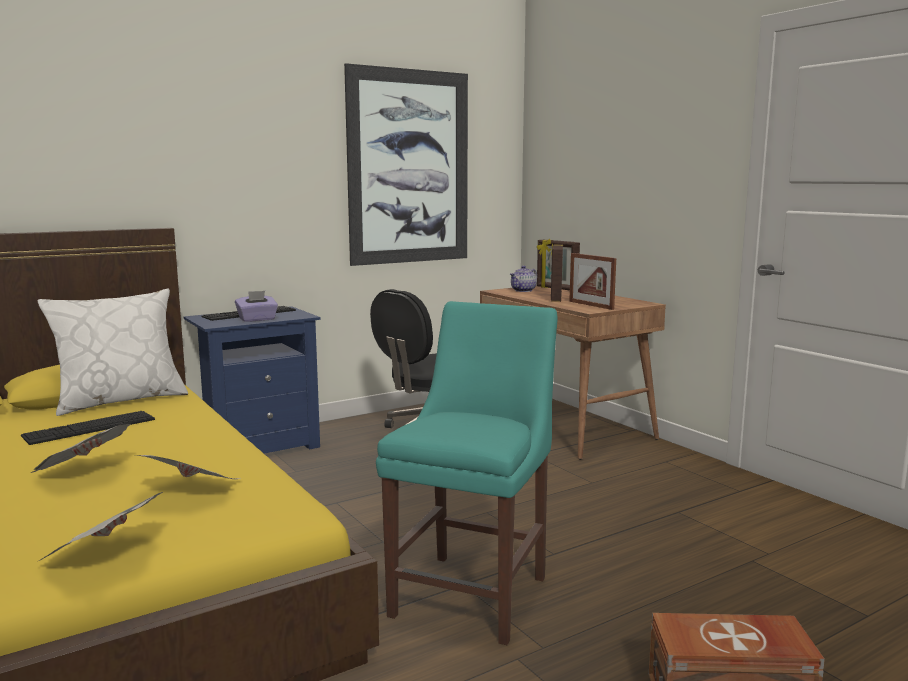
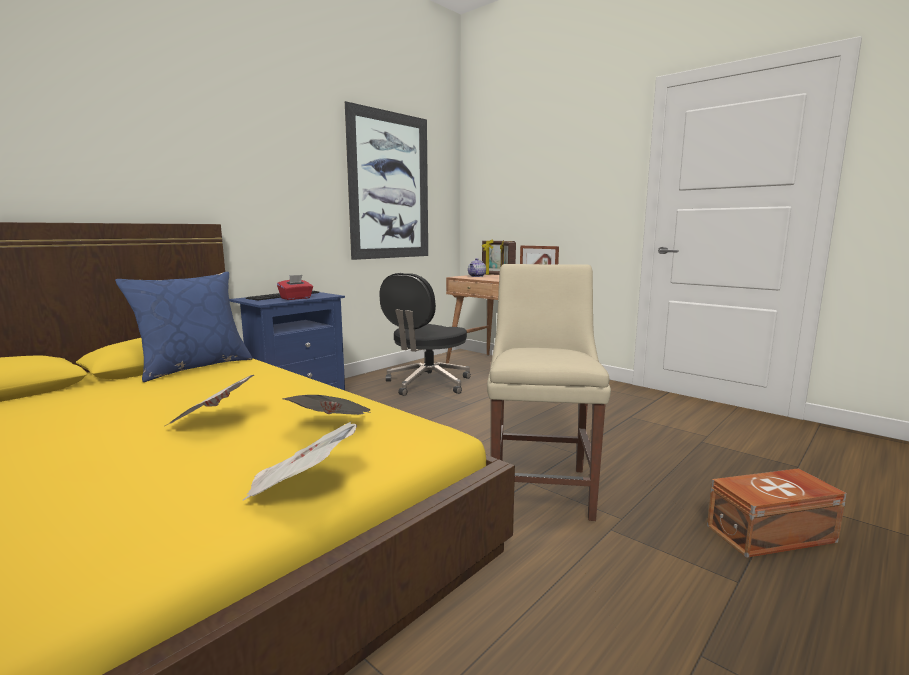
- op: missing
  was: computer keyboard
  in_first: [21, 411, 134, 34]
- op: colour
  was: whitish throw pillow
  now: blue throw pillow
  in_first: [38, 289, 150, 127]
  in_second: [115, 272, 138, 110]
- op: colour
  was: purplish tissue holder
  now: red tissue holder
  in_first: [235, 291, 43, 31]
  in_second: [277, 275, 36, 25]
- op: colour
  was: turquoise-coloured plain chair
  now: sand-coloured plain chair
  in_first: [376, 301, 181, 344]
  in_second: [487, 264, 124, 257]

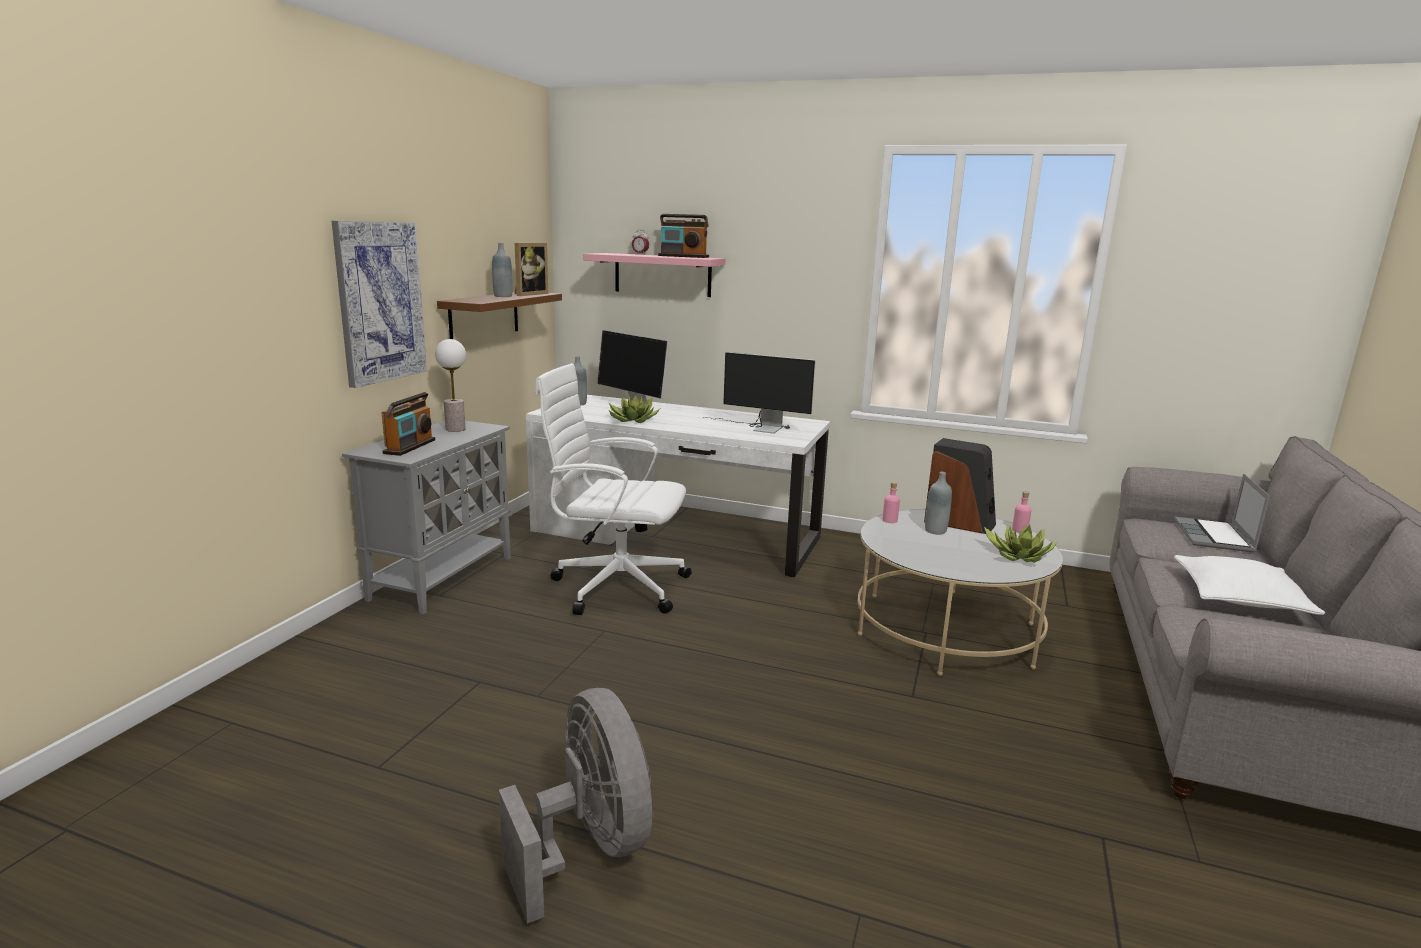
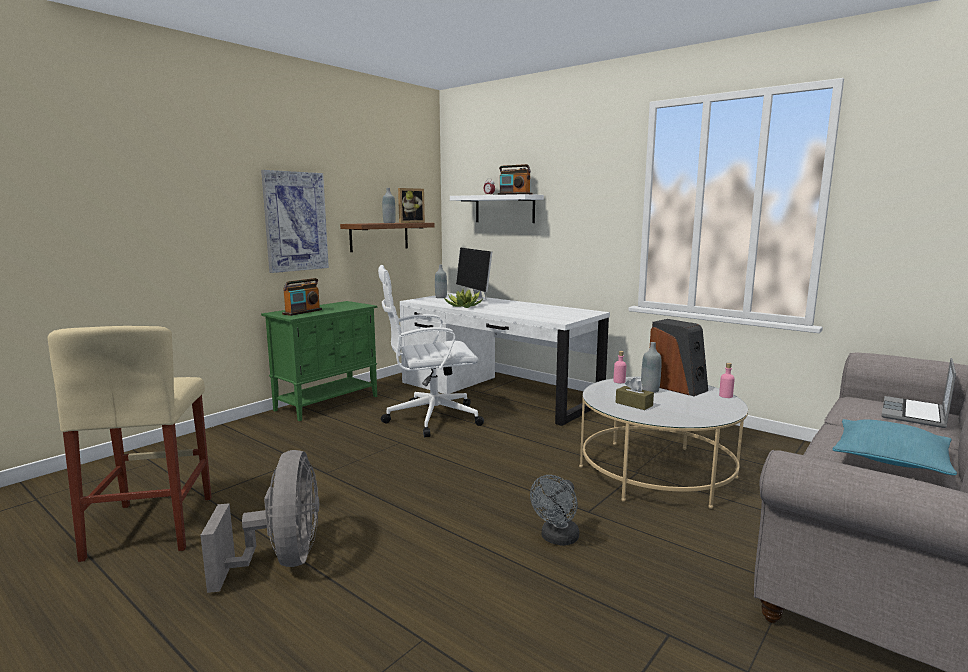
- op: colour
  was: greyish cabinet
  now: green-coloured cabinet
  in_first: [342, 420, 169, 195]
  in_second: [261, 301, 116, 120]
- op: missing
  was: tabletop lamp
  in_first: [435, 339, 31, 93]
- op: spun
  was: whitish computer chair
  in_first: [535, 363, 157, 252]
  in_second: [378, 265, 106, 173]
  clockwise: -45
- op: colour
  was: pink shelf
  now: whitish shelf
  in_first: [583, 253, 143, 44]
  in_second: [450, 194, 94, 29]
- op: missing
  was: monitor
  in_first: [703, 352, 113, 82]
- op: missing
  was: plant in a pot
  in_first: [984, 525, 73, 38]
- op: colour
  was: whitish throw pillow
  now: turquoise-coloured throw pillow
  in_first: [1174, 555, 151, 60]
  in_second: [833, 419, 124, 56]
- op: appeared
  now: sand-coloured stool seat
  in_second: [48, 326, 163, 236]
- op: appeared
  now: greyish electric fan
  in_second: [530, 475, 49, 71]
- op: appeared
  now: brownish tissue holder
  in_second: [616, 378, 38, 32]

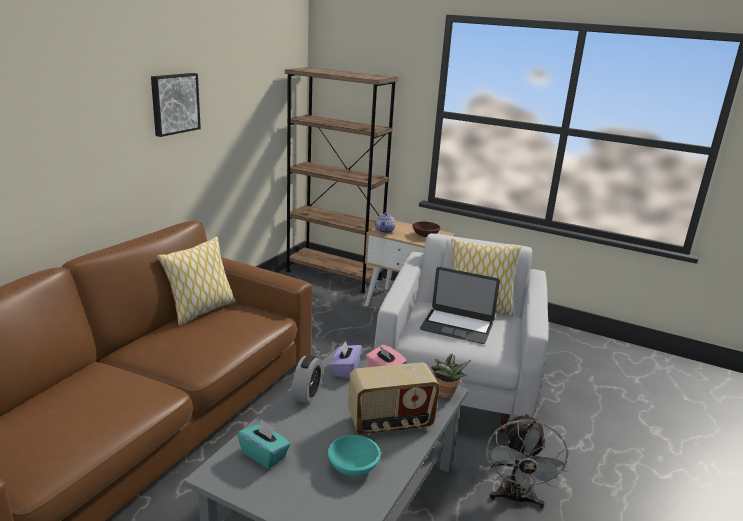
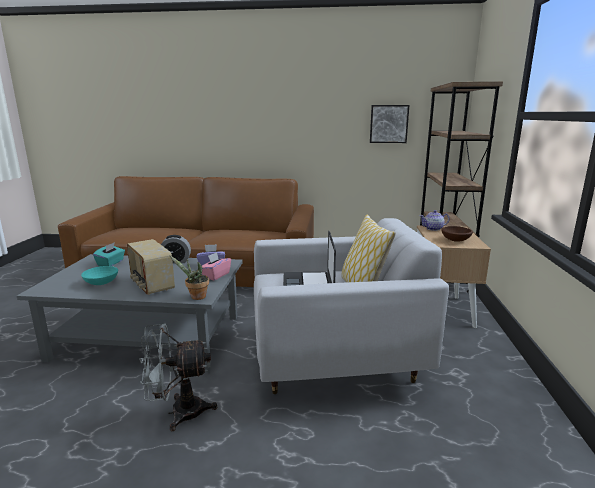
- op: relocated
  was: picture
  in_first: [151, 73, 50, 64]
  in_second: [370, 105, 39, 38]
- op: missing
  was: throw pillow
  in_first: [157, 236, 79, 90]

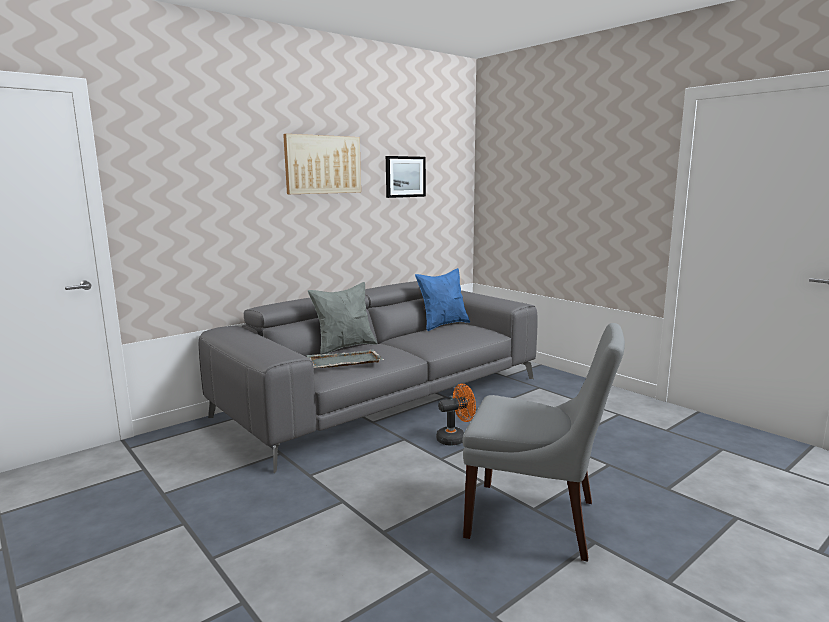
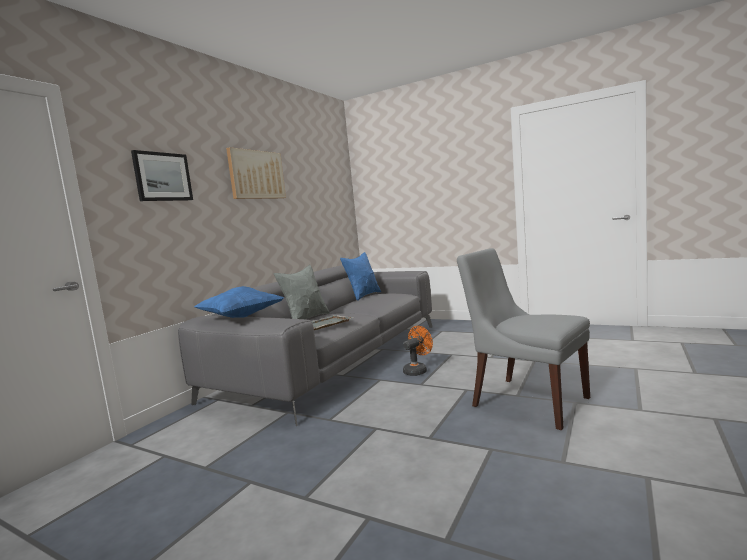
- op: relocated
  was: picture
  in_first: [386, 156, 40, 42]
  in_second: [131, 150, 62, 51]
- op: spun
  was: greyish plain chair
  in_first: [463, 323, 162, 239]
  in_second: [457, 248, 133, 182]
  clockwise: -135
- op: appeared
  now: blue throw pillow
  in_second: [194, 286, 90, 32]

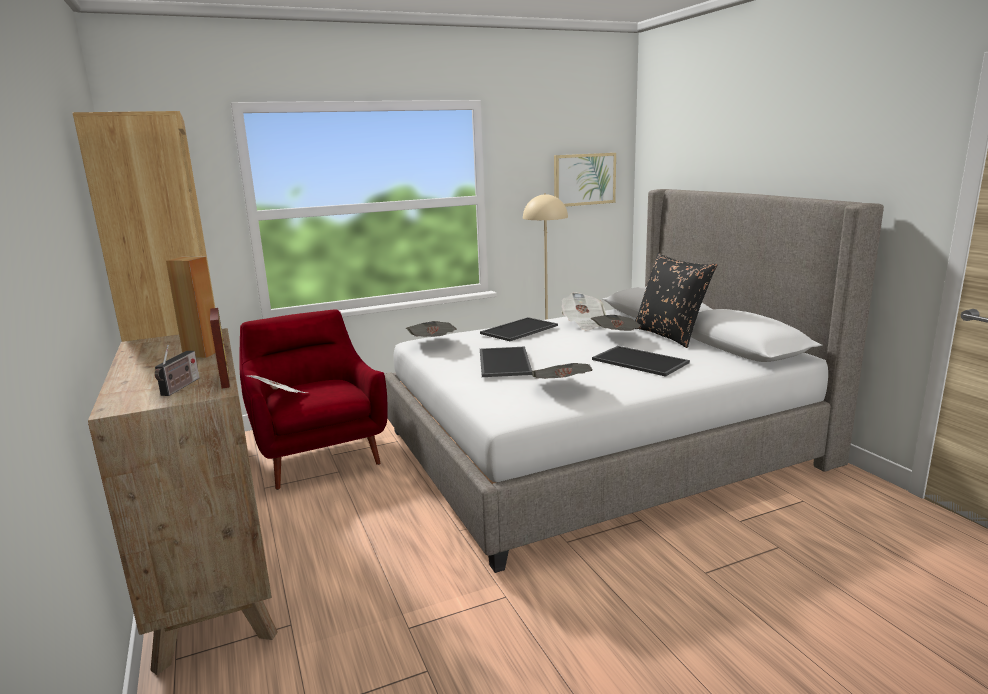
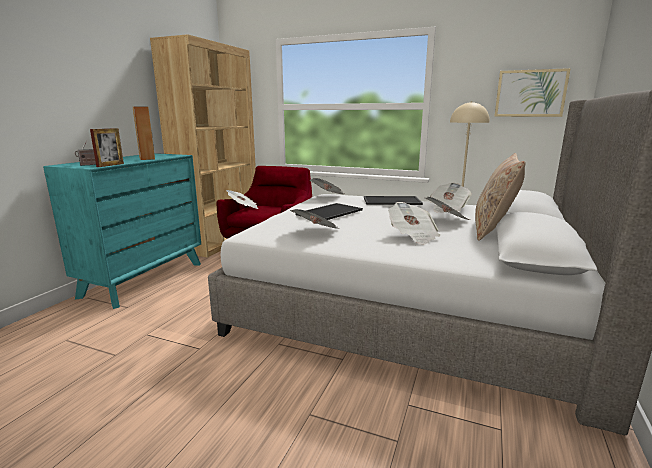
- op: colour
  was: brownish dresser
  now: turquoise-coloured dresser
  in_first: [88, 328, 190, 347]
  in_second: [43, 153, 158, 156]
- op: exchanged
  was: serving tray
  now: printed paper
  in_first: [592, 346, 98, 31]
  in_second: [388, 202, 52, 43]
- op: colour
  was: black-coloured throw pillow
  now: sand-coloured throw pillow
  in_first: [634, 253, 83, 95]
  in_second: [475, 153, 51, 88]

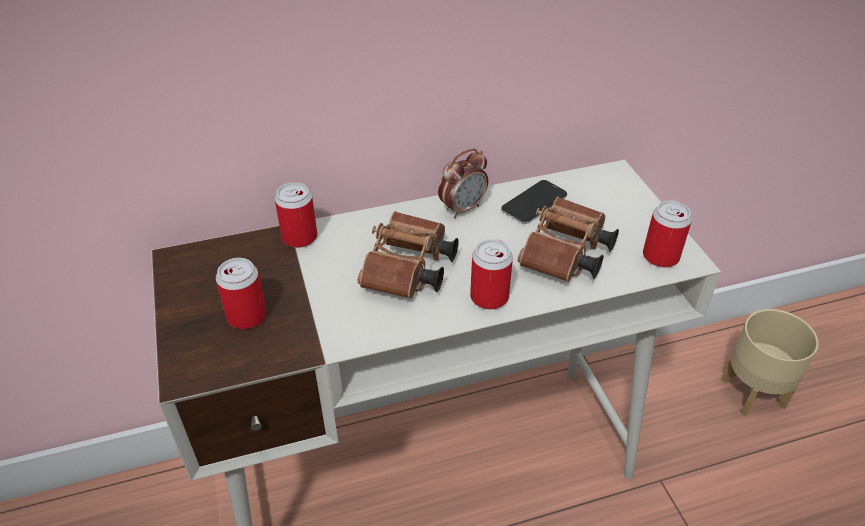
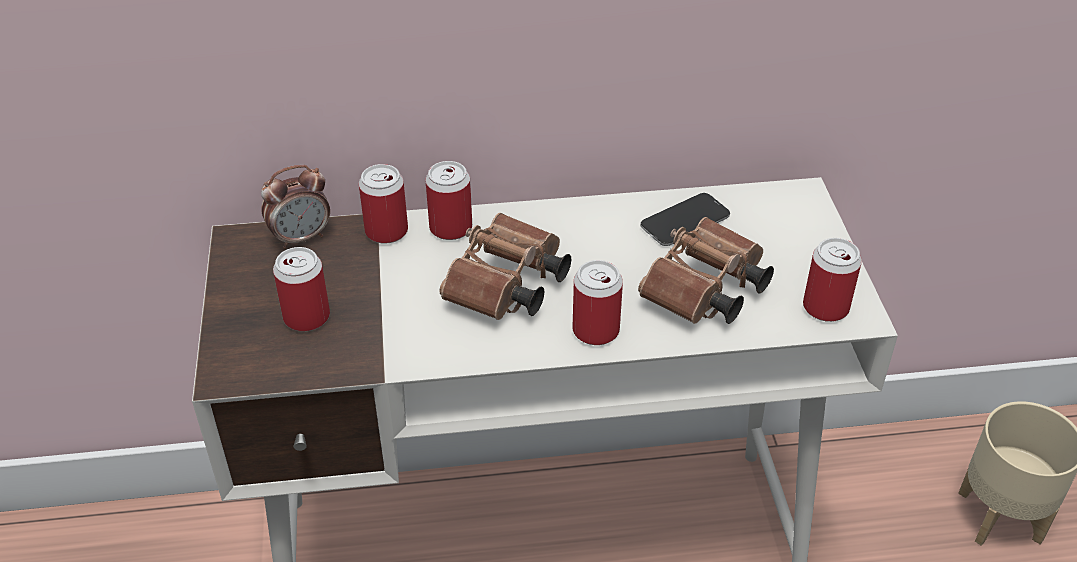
- op: relocated
  was: table clock
  in_first: [438, 148, 50, 70]
  in_second: [261, 165, 69, 84]
- op: appeared
  now: can
  in_second: [425, 161, 47, 79]

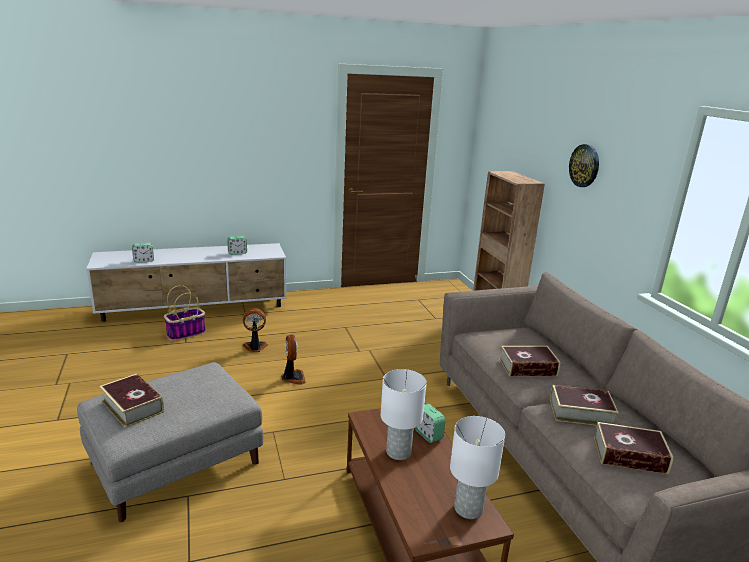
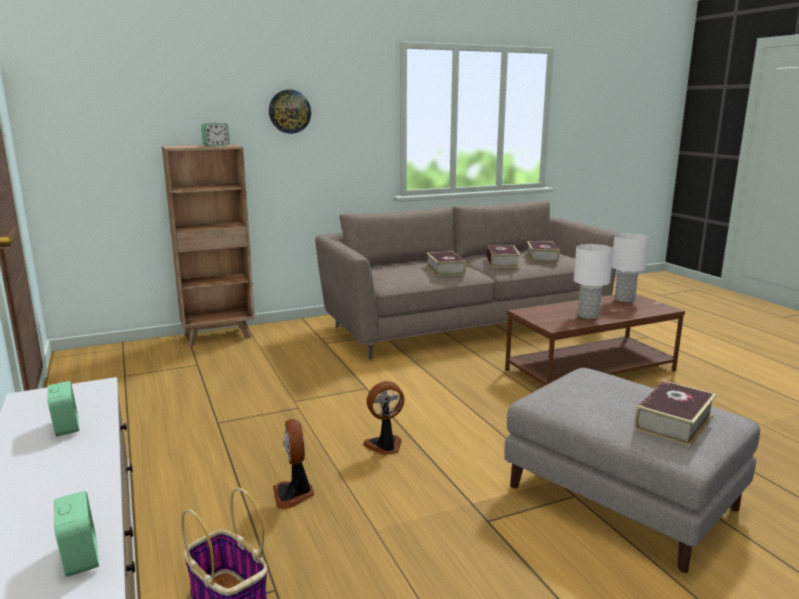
- op: relocated
  was: table clock
  in_first: [415, 404, 31, 39]
  in_second: [201, 123, 29, 23]

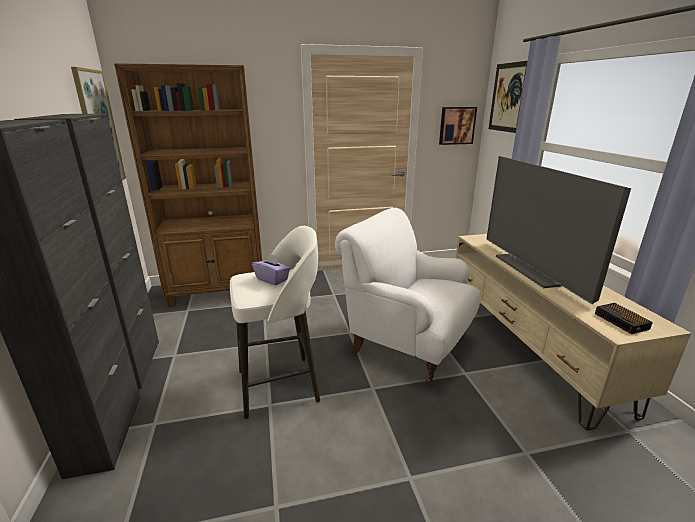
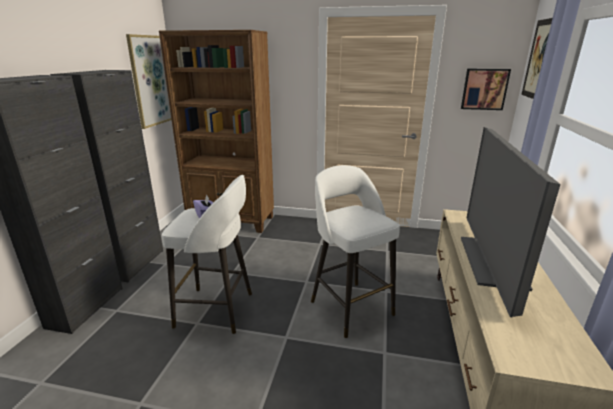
- op: exchanged
  was: whitish easy chair
  now: whitish stool seat
  in_first: [335, 208, 145, 174]
  in_second: [311, 165, 89, 173]
- op: missing
  was: table clock
  in_first: [595, 303, 58, 31]

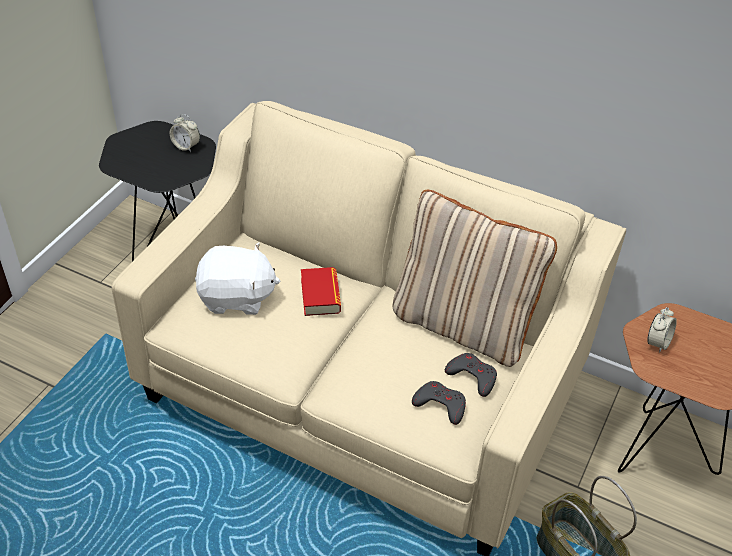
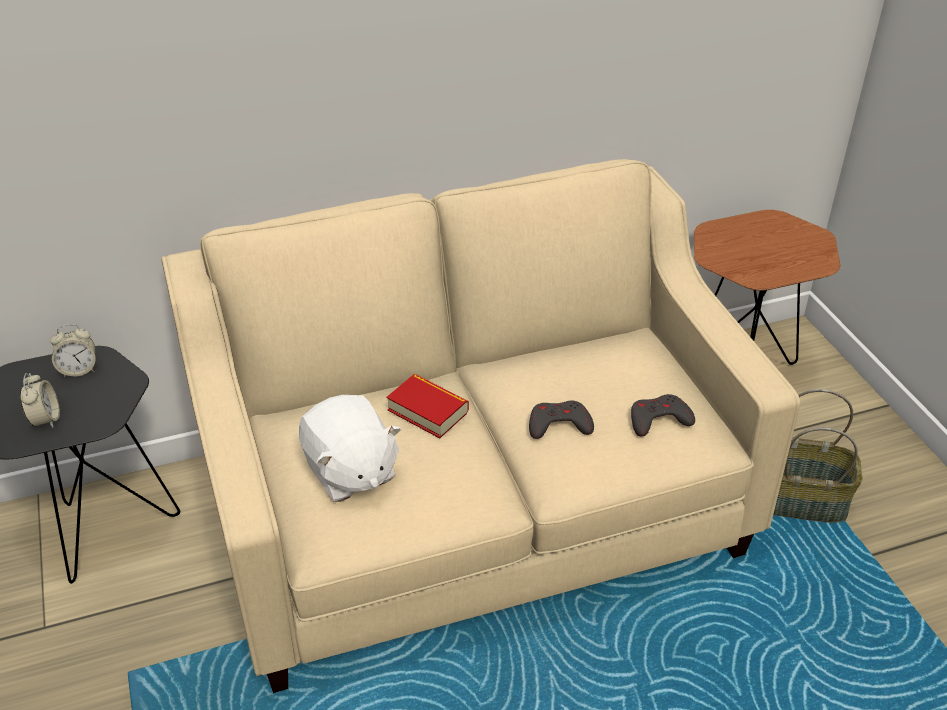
- op: spun
  was: whitish cuddly toy
  in_first: [195, 242, 85, 73]
  in_second: [299, 395, 102, 107]
  clockwise: 105
- op: missing
  was: sand-coloured throw pillow
  in_first: [393, 190, 164, 177]
- op: relocated
  was: greyish gamepad
  in_first: [445, 353, 52, 44]
  in_second: [529, 401, 65, 38]
- op: relocated
  was: table clock
  in_first: [647, 307, 30, 46]
  in_second: [20, 373, 40, 55]

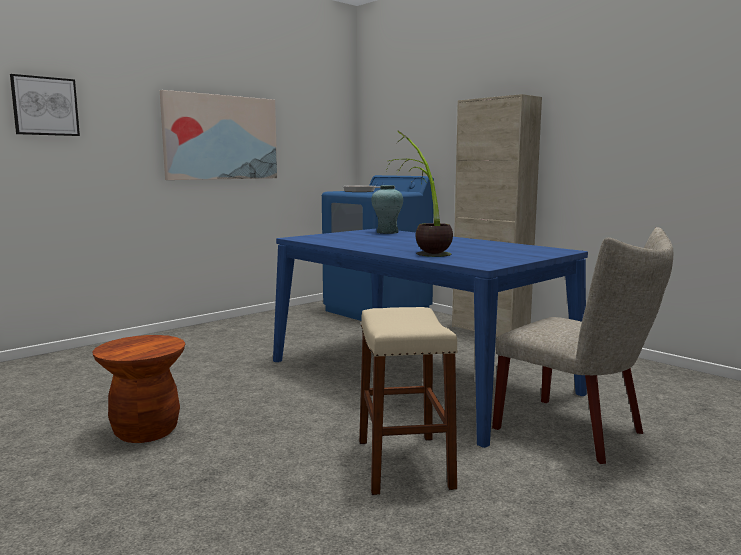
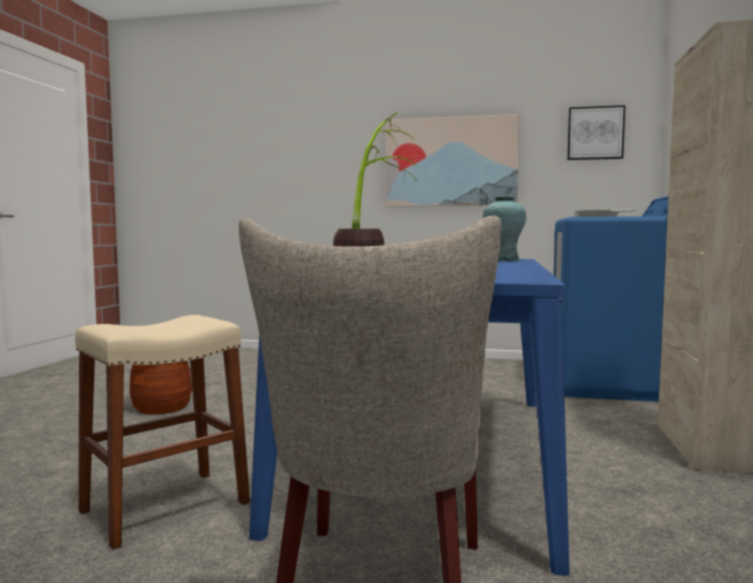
- op: relocated
  was: picture
  in_first: [10, 74, 70, 62]
  in_second: [567, 105, 58, 55]

